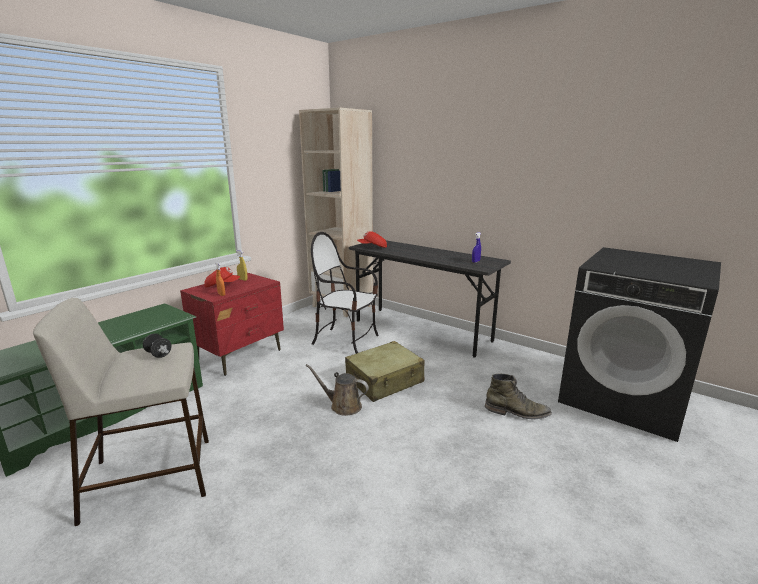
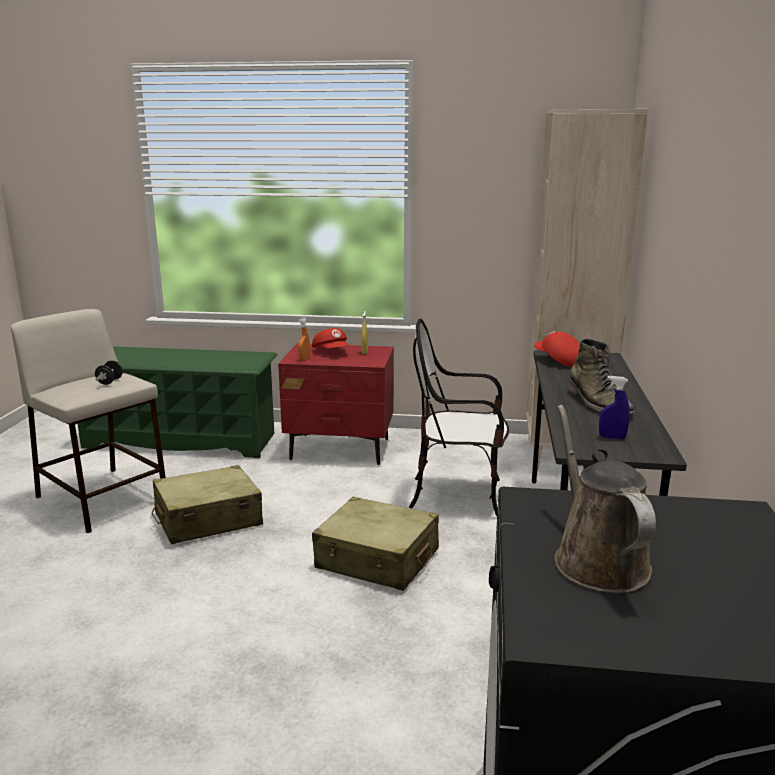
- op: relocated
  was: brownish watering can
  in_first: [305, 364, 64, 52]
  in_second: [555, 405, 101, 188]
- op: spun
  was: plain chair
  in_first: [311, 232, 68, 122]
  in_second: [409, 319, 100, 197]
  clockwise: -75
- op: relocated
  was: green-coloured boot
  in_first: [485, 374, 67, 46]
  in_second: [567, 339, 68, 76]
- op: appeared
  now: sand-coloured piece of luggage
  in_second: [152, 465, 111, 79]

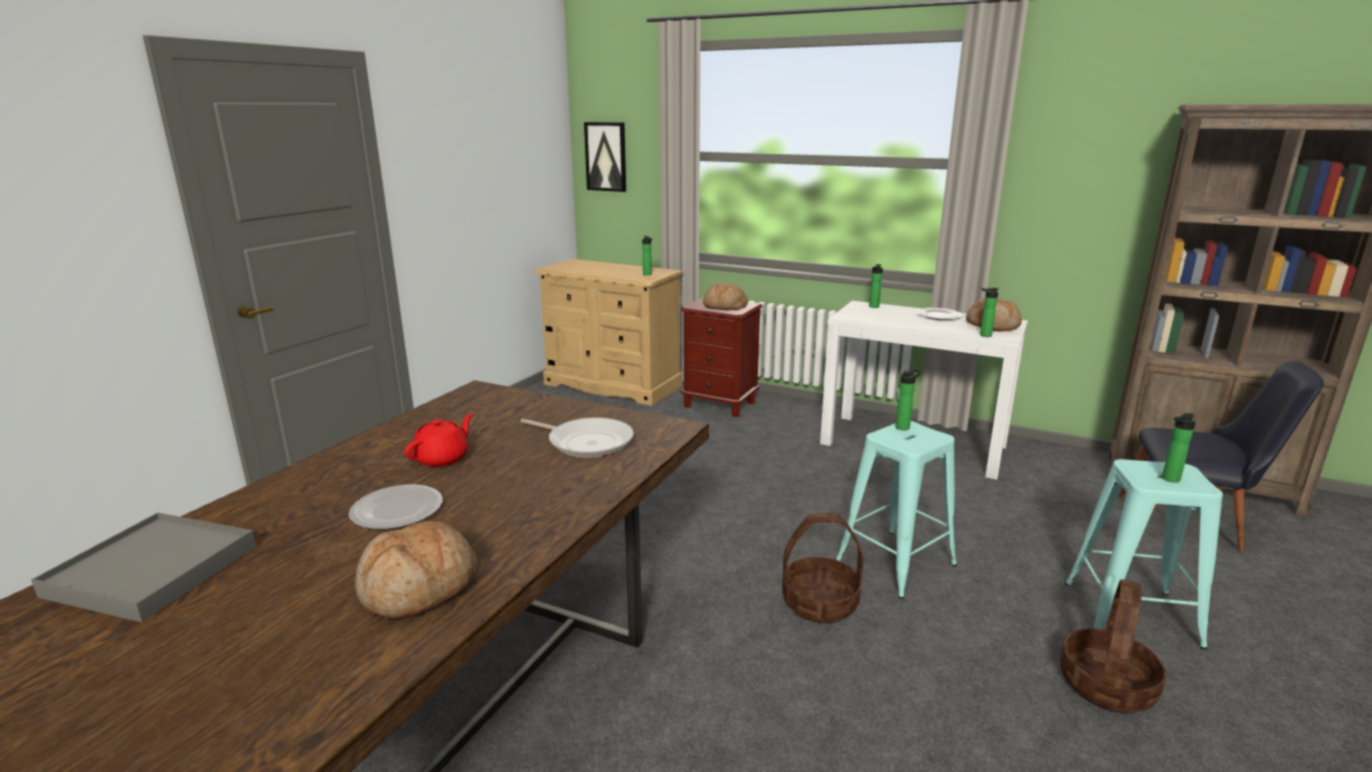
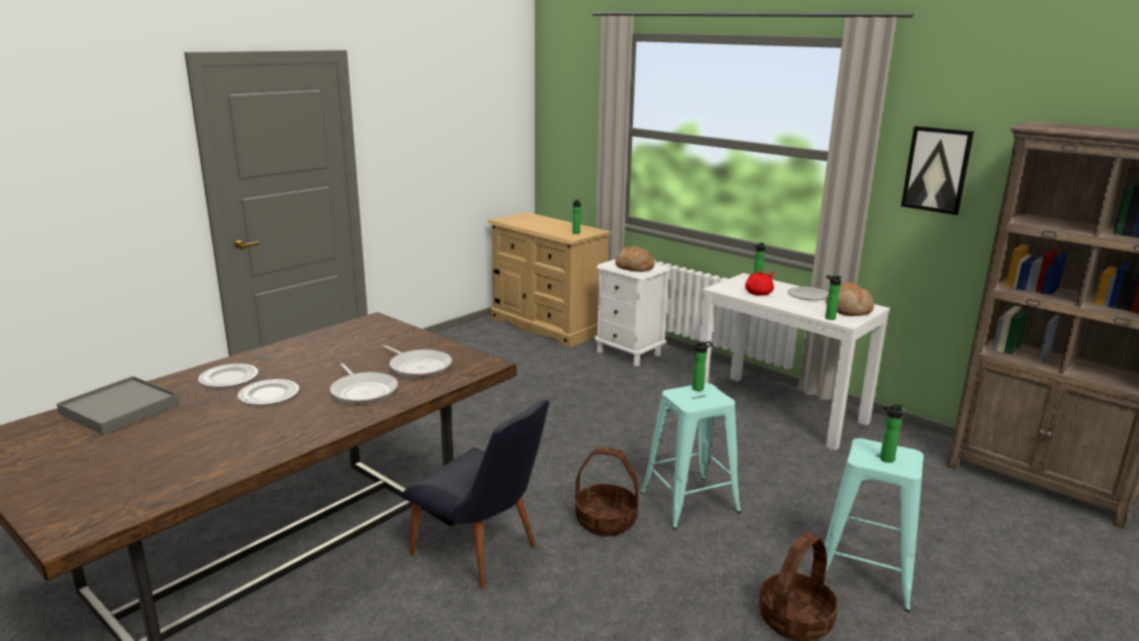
- op: missing
  was: bakery bread
  in_first: [355, 521, 123, 98]
- op: relocated
  was: red teapot
  in_first: [404, 413, 69, 54]
  in_second: [745, 271, 29, 25]
- op: relocated
  was: picture
  in_first: [584, 122, 42, 70]
  in_second: [901, 126, 73, 89]
- op: colour
  was: brownish bedside table
  now: whitish bedside table
  in_first: [681, 297, 82, 120]
  in_second: [595, 259, 76, 107]
- op: relocated
  was: black-coloured plain chair
  in_first: [1119, 361, 205, 192]
  in_second: [403, 400, 146, 190]
- op: appeared
  now: dinner plate
  in_second: [198, 364, 60, 23]
- op: appeared
  now: skillet
  in_second: [330, 363, 68, 42]

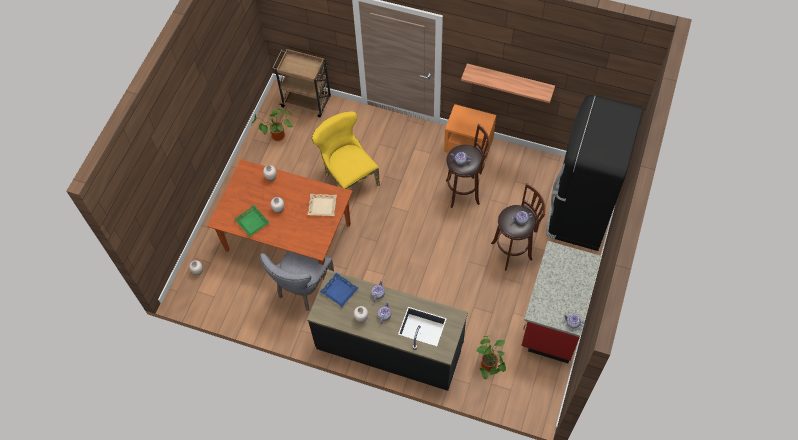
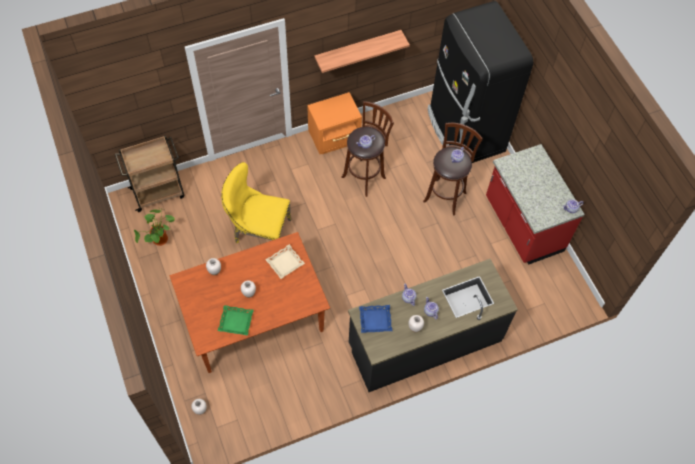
- op: missing
  was: greyish plain chair
  in_first: [260, 251, 74, 60]
- op: missing
  was: plant in a pot
  in_first: [475, 336, 31, 43]

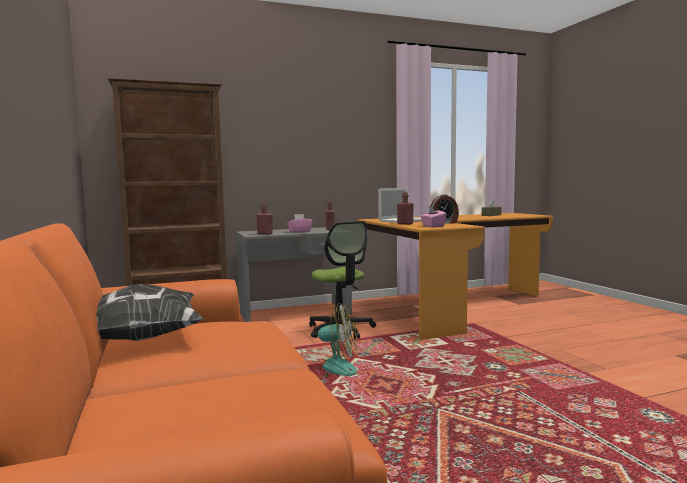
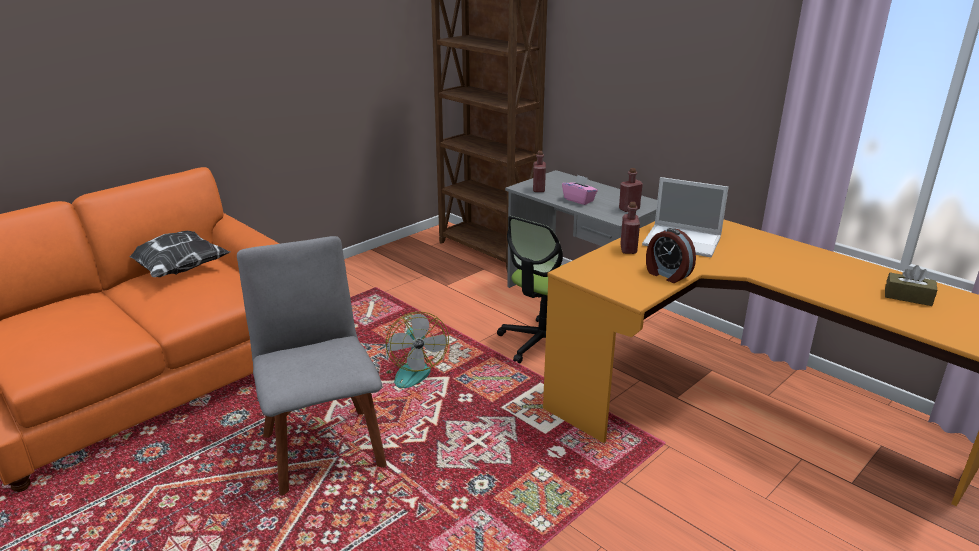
- op: missing
  was: pink tissue holder
  in_first: [420, 206, 26, 21]
- op: appeared
  now: greyish plain chair
  in_second: [237, 236, 150, 259]

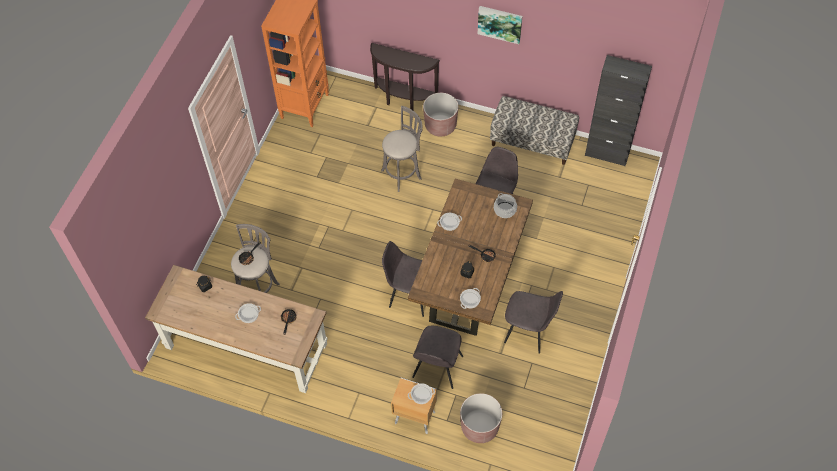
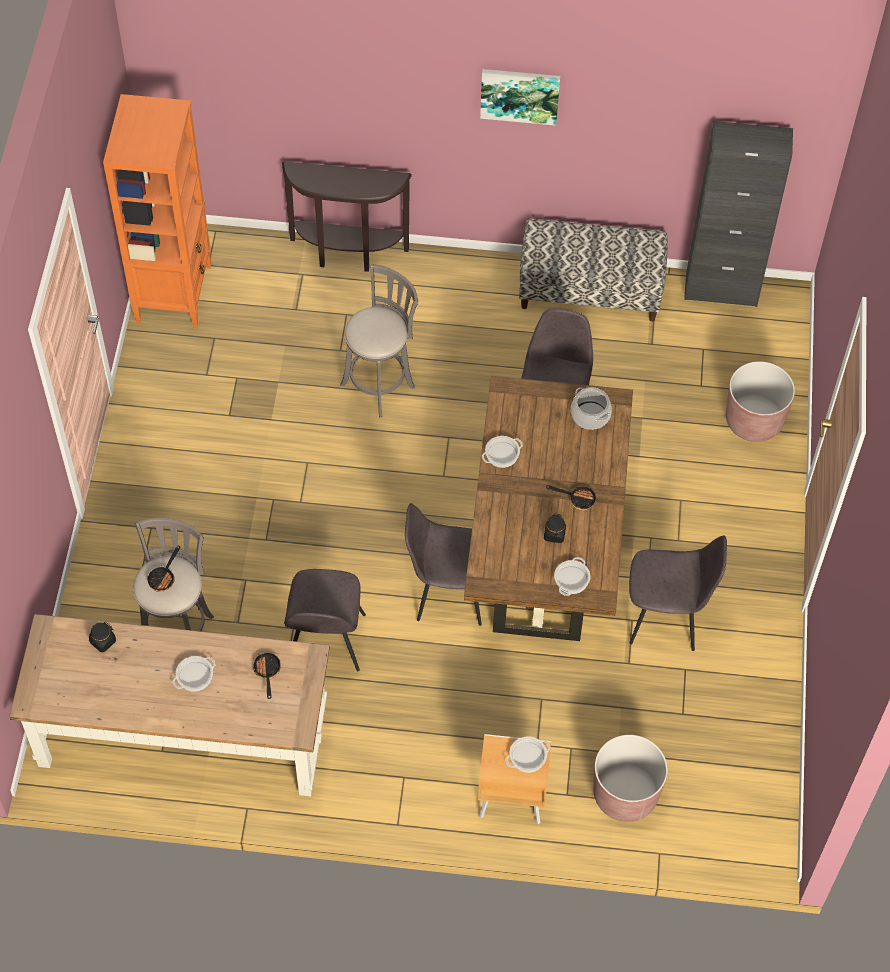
- op: relocated
  was: greyish plain chair
  in_first: [412, 326, 51, 63]
  in_second: [284, 569, 82, 102]
- op: relocated
  was: brownish planter
  in_first: [423, 93, 35, 43]
  in_second: [726, 361, 69, 81]

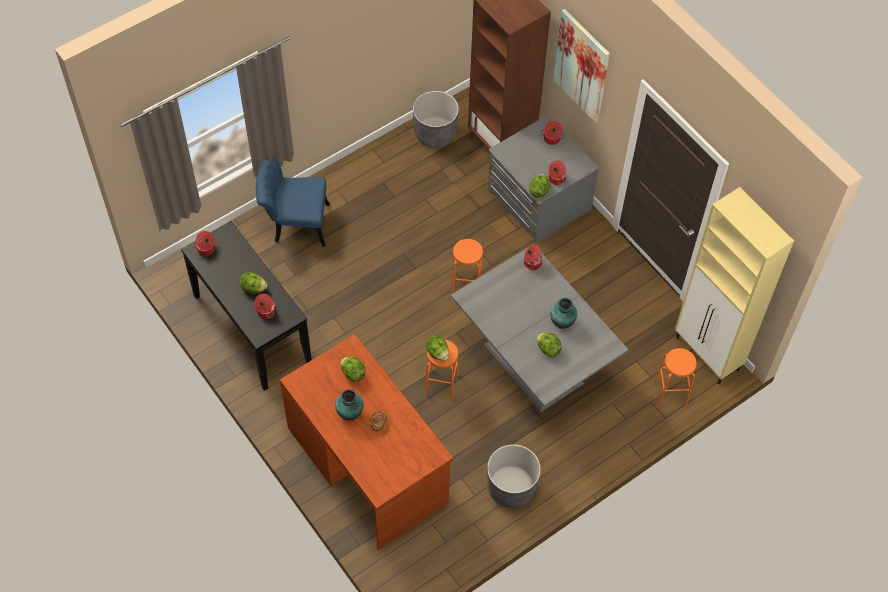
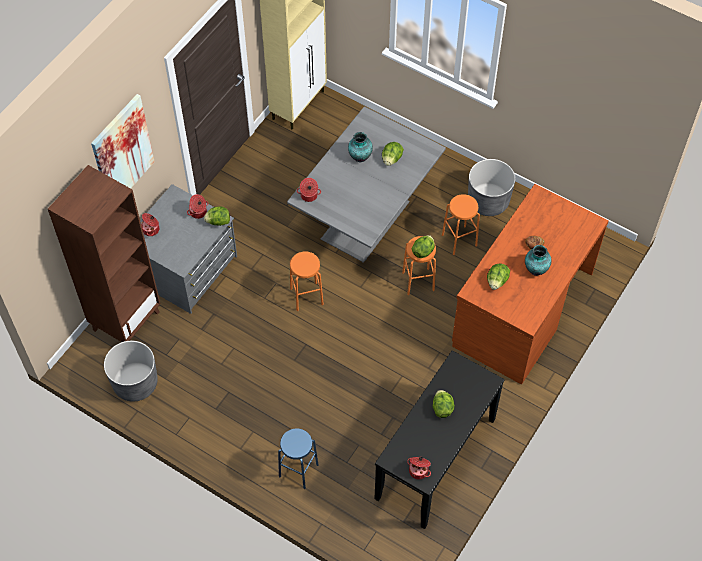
- op: missing
  was: cooking pot
  in_first: [255, 294, 20, 25]
- op: exchanged
  was: blue plain chair
  now: blue stool seat
  in_first: [256, 156, 74, 91]
  in_second: [278, 428, 41, 61]
- op: relocated
  was: orangey stool seat
  in_first: [655, 348, 42, 59]
  in_second: [442, 194, 38, 61]

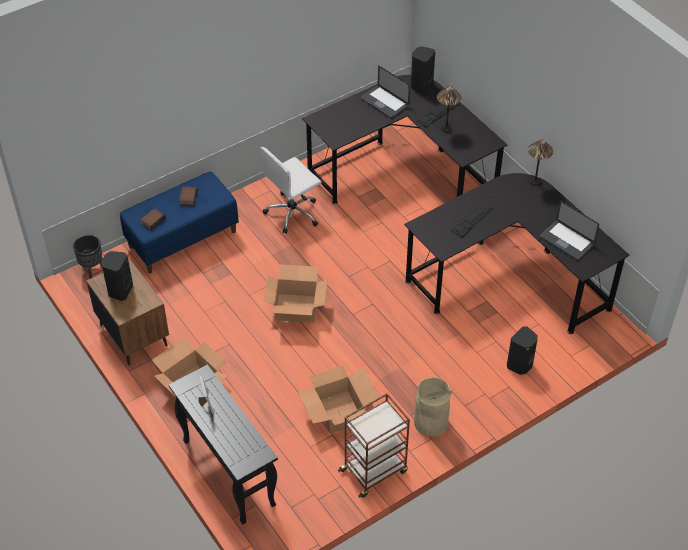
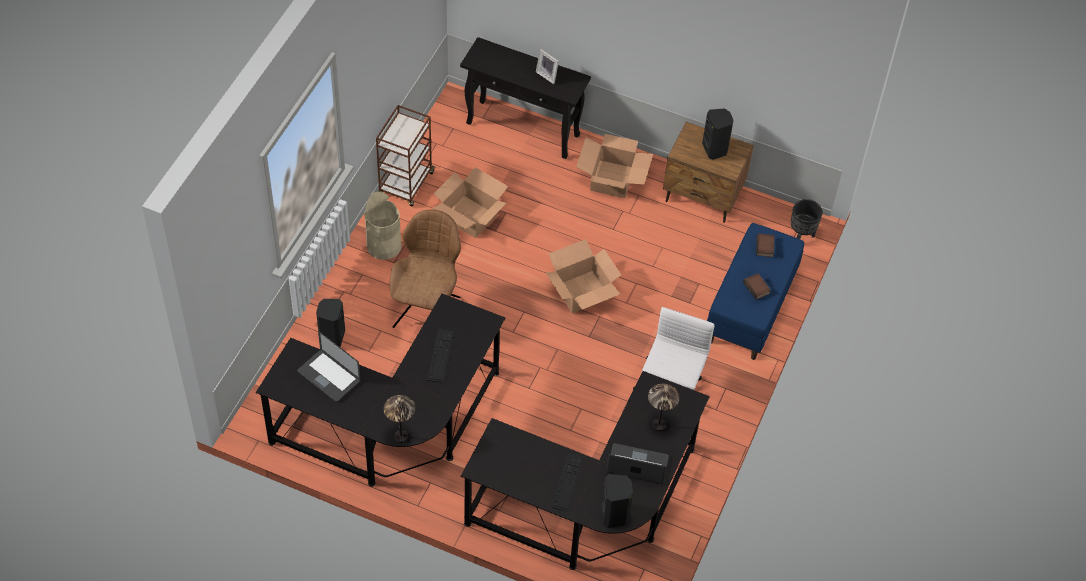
- op: relocated
  was: tabletop lamp
  in_first: [437, 86, 24, 46]
  in_second: [648, 384, 32, 47]
- op: spun
  was: laptop
  in_first: [540, 201, 59, 59]
  in_second: [297, 331, 63, 71]
  clockwise: -150
- op: appeared
  now: brownish plain chair
  in_second: [390, 209, 71, 119]

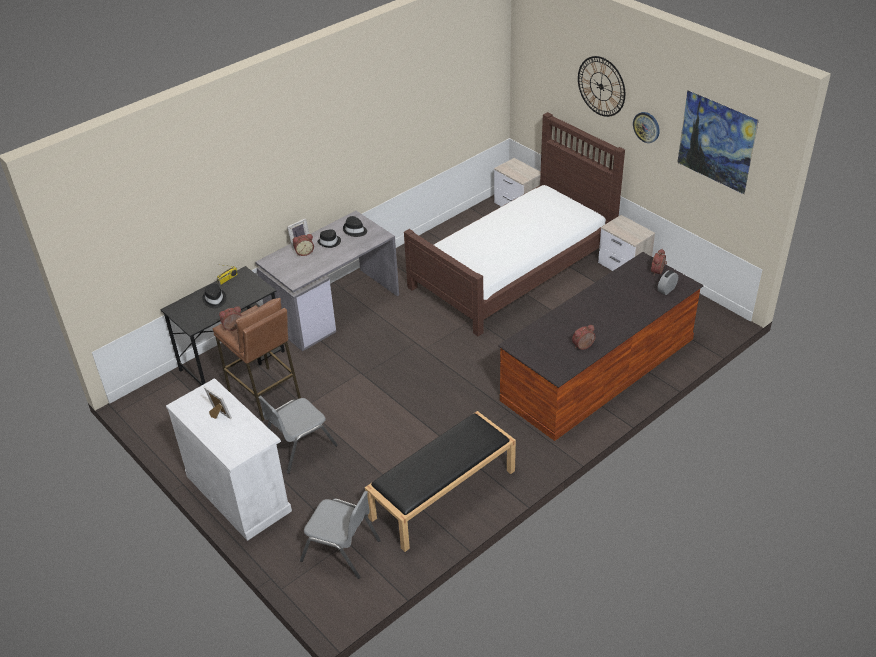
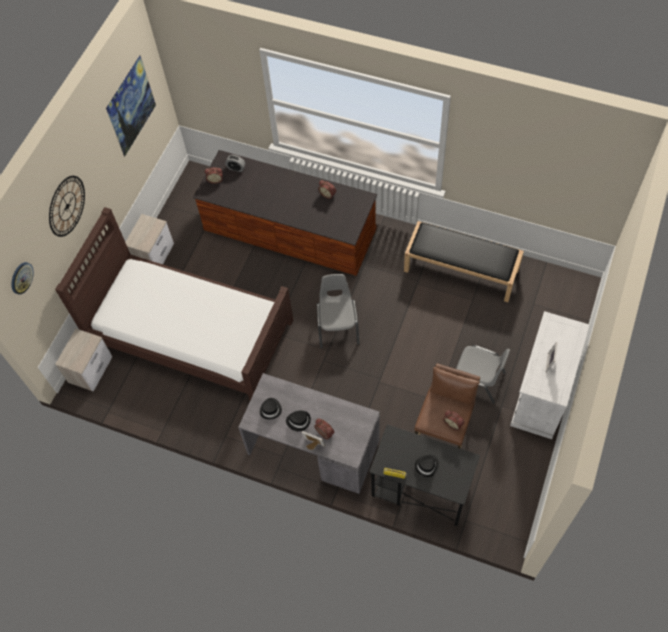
- op: relocated
  was: greyish plain chair
  in_first: [300, 491, 81, 88]
  in_second: [317, 274, 43, 74]
- op: relocated
  was: wall clock
  in_first: [633, 112, 26, 31]
  in_second: [11, 262, 23, 33]

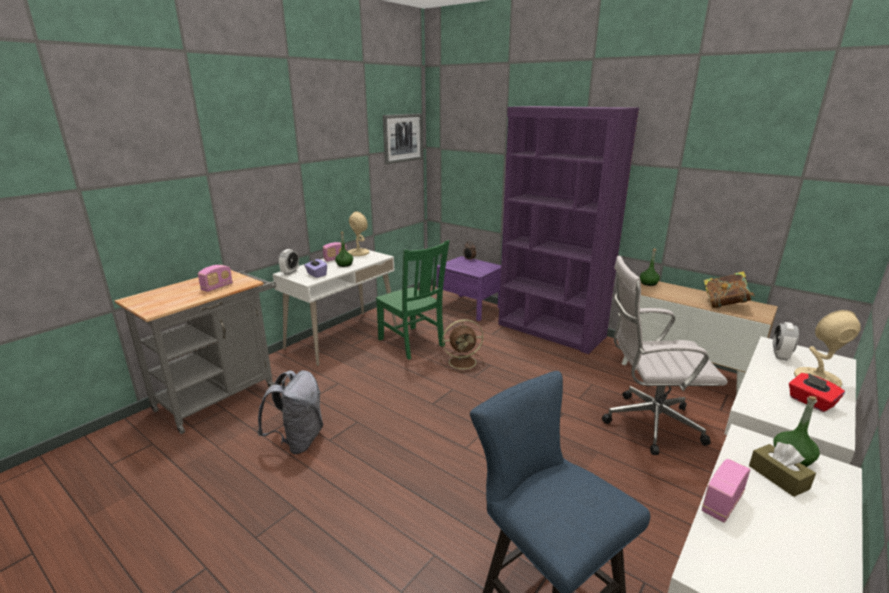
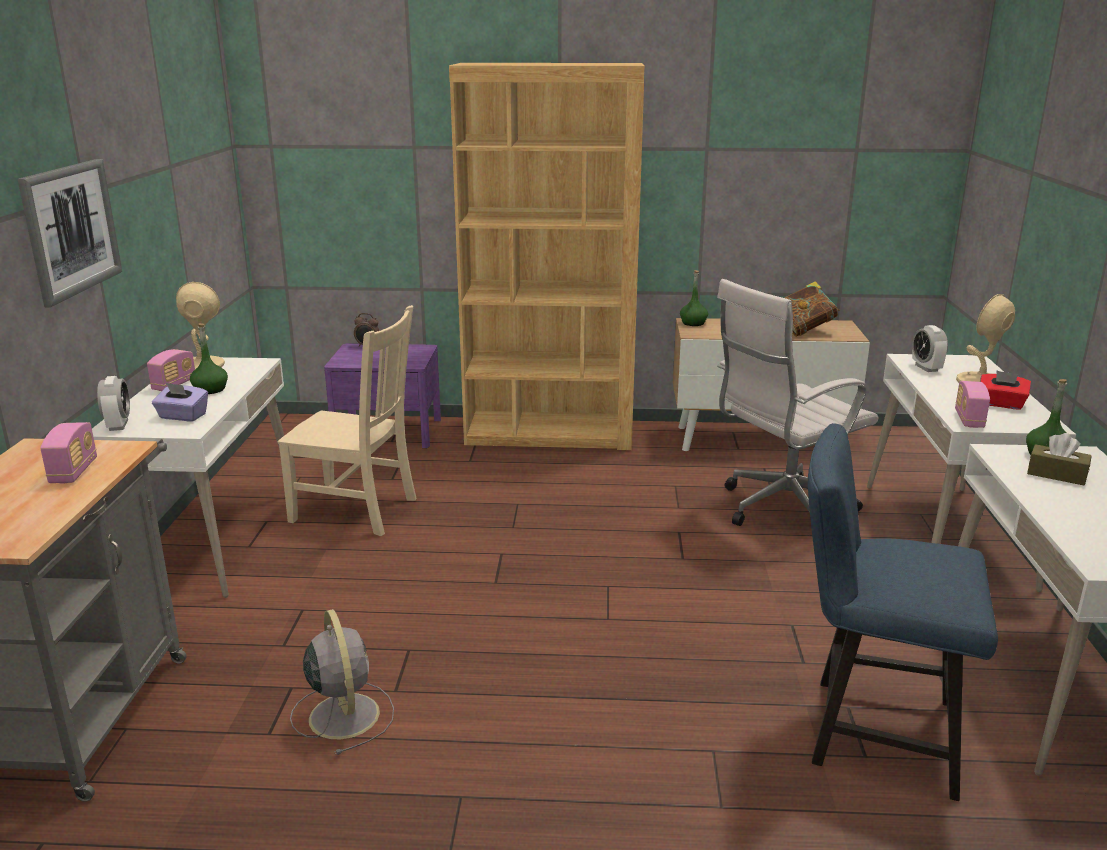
- op: exchanged
  was: greyish backpack
  now: greyish electric fan
  in_first: [257, 370, 66, 84]
  in_second: [290, 609, 104, 146]
- op: colour
  was: green-coloured plain chair
  now: sand-coloured plain chair
  in_first: [376, 240, 74, 120]
  in_second: [278, 305, 138, 231]
- op: relocated
  was: picture
  in_first: [383, 113, 40, 51]
  in_second: [18, 159, 104, 148]
- op: missing
  was: brownish electric fan
  in_first: [440, 319, 44, 54]
- op: colour
  was: purplish bookshelf
  now: brownish bookshelf
  in_first: [498, 106, 141, 248]
  in_second: [449, 63, 196, 387]
- op: relocated
  was: radio
  in_first: [702, 459, 48, 64]
  in_second: [955, 381, 35, 47]

